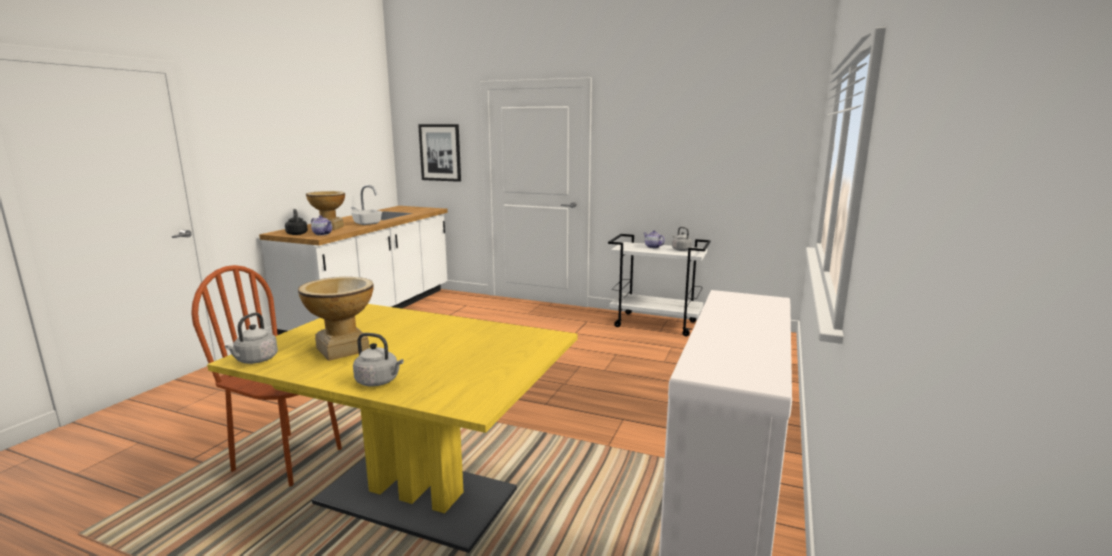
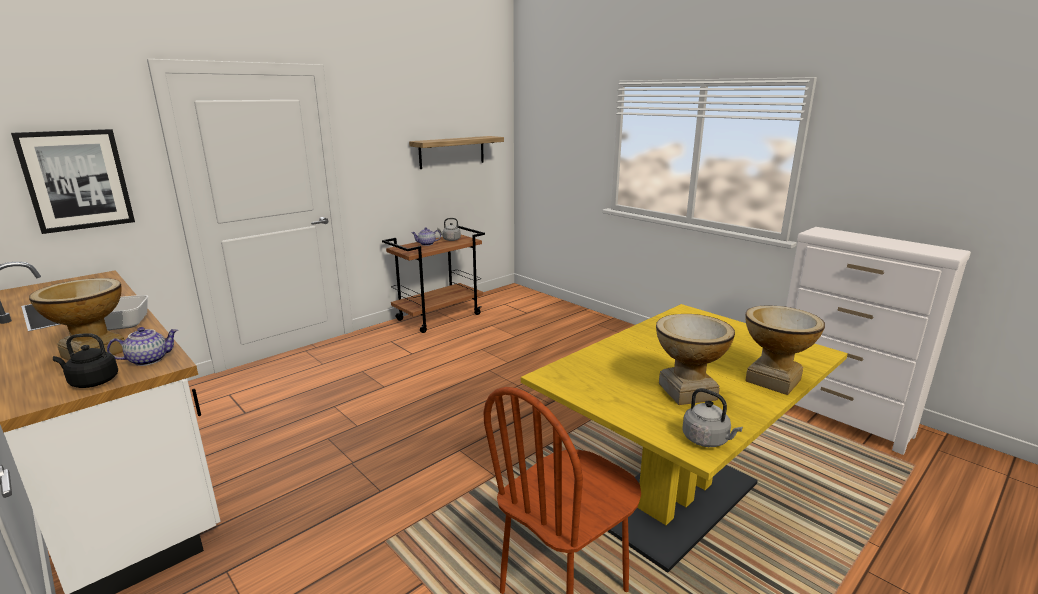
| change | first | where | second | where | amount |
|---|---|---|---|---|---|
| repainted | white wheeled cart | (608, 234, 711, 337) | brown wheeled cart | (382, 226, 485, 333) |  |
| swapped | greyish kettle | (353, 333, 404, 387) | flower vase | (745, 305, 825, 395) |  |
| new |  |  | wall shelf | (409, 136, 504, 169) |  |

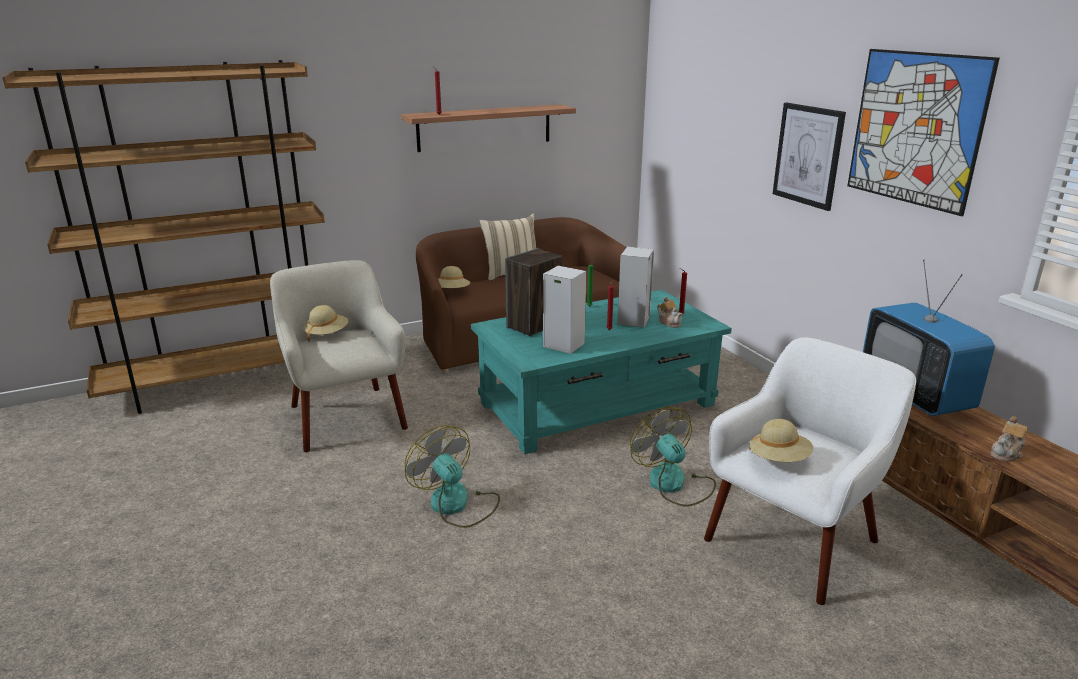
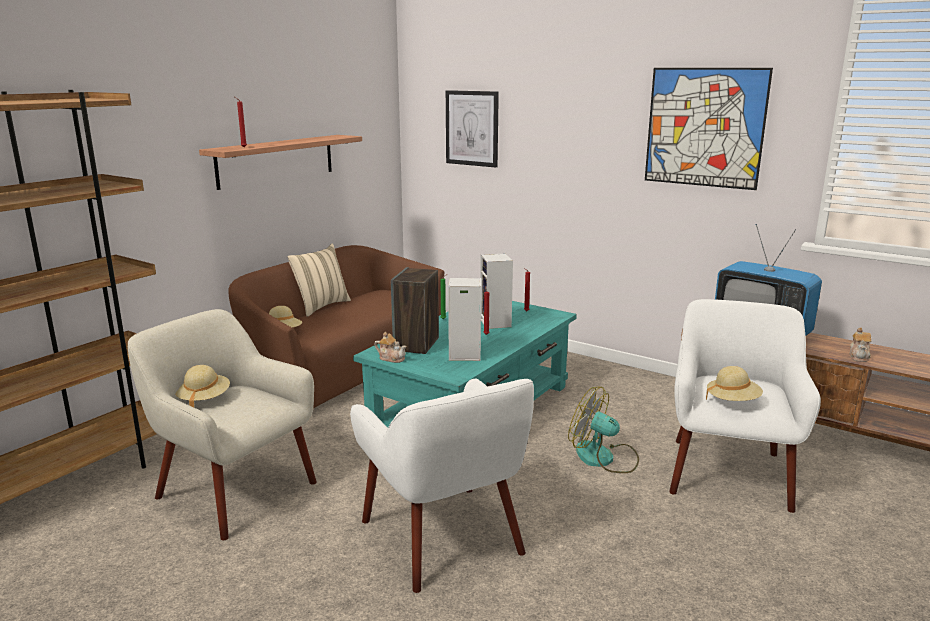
| change | first | where | second | where | amount |
|---|---|---|---|---|---|
| shifted | picture | (773, 103, 846, 211) |  | (446, 90, 499, 168) |  |
| shifted | tea pot | (657, 297, 682, 328) |  | (374, 332, 406, 363) |  |
| swapped | electric fan | (405, 425, 500, 528) | white lounge chair | (350, 379, 534, 593) |  |

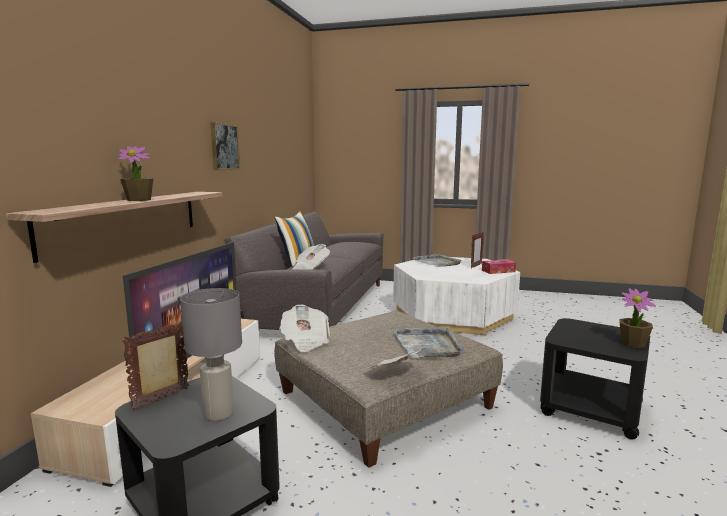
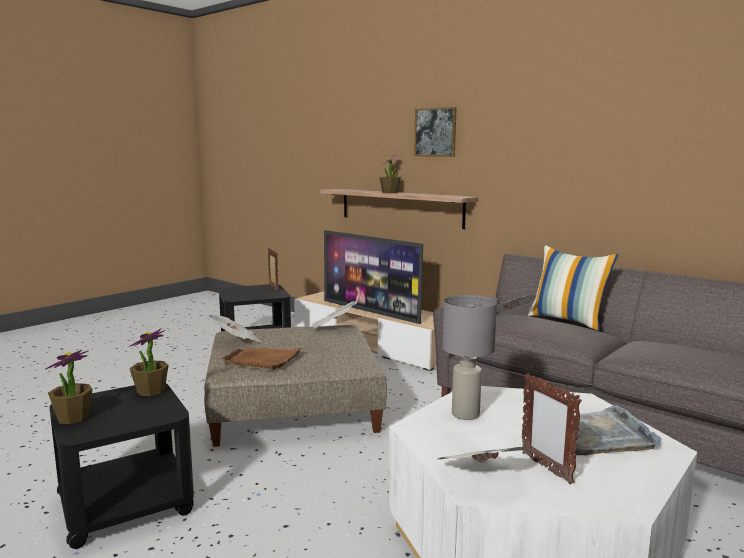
| change | first | where | second | where | amount |
|---|---|---|---|---|---|
| shifted | picture | (211, 122, 240, 170) |  | (414, 107, 457, 157) |  |
| swapped | box of tissues | (482, 259, 516, 274) | printed paper | (438, 447, 528, 463) |  |
| shifted | greyish tabletop lamp | (180, 288, 242, 421) |  | (442, 295, 497, 420) |  |
| repainted | greyish carrying tray | (394, 328, 464, 358) | brown carrying tray | (221, 348, 302, 370) |  |
| new |  |  | houseplant | (129, 329, 168, 396) |  |

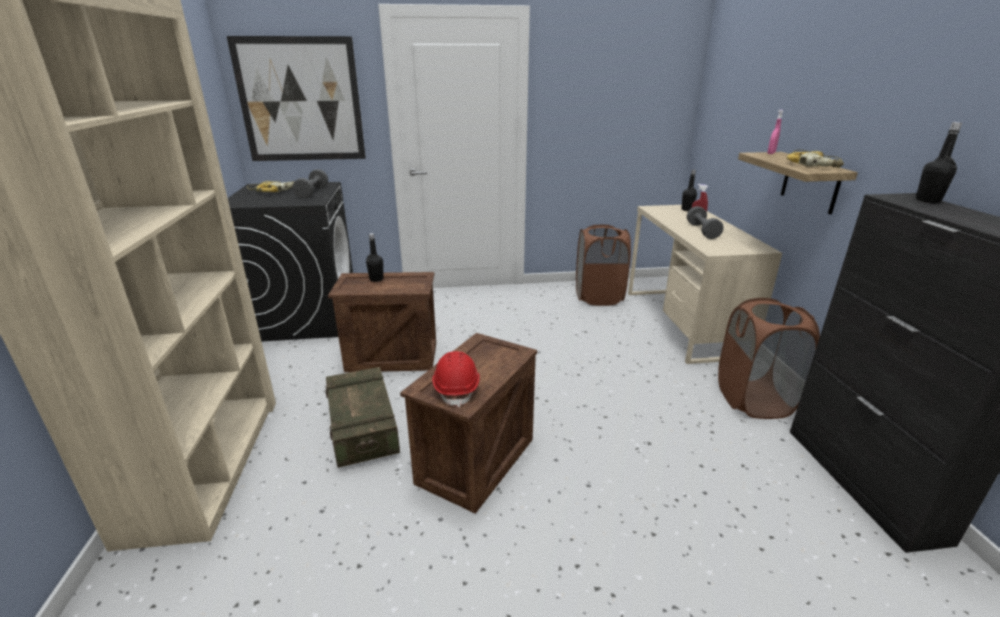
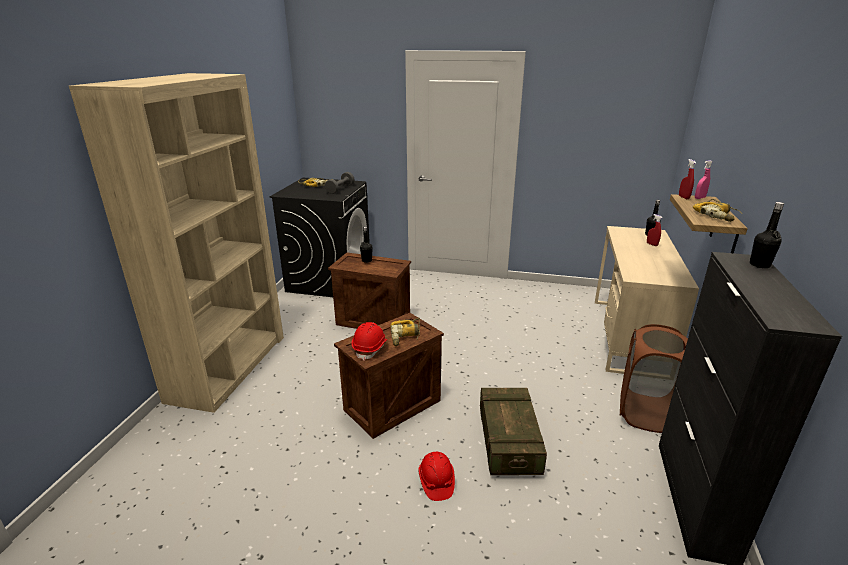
| change | first | where | second | where | amount |
|---|---|---|---|---|---|
| gone | picture | (227, 36, 366, 161) |  |  |  |
| gone | greyish free weight | (687, 206, 724, 239) |  |  |  |
| gone | brown laundry basket | (576, 224, 631, 306) |  |  |  |
| shifted | crate | (325, 367, 400, 468) |  | (480, 388, 547, 475) |  |
| new |  |  | red hand sprayer | (679, 159, 696, 199) |  |
| new |  |  | electric drill | (390, 318, 420, 346) |  |
| new |  |  | red work helmet | (418, 452, 455, 501) |  |

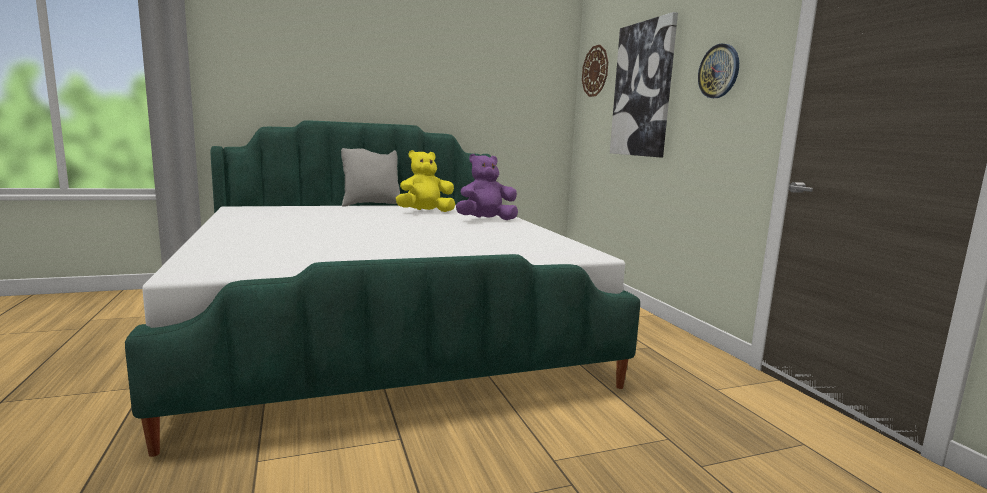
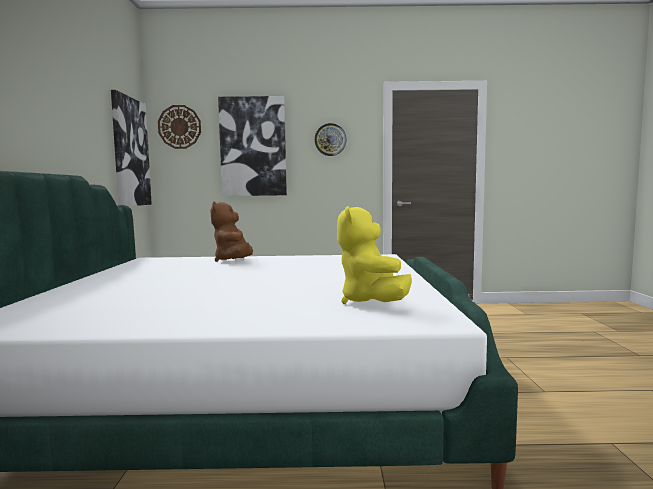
| change | first | where | second | where | amount |
|---|---|---|---|---|---|
| gone | greyish pillow | (341, 148, 400, 207) |  |  |  |
| shifted | yellowish cuddly toy | (396, 150, 455, 212) |  | (337, 206, 412, 304) |  |
| repainted | purplish cuddly toy | (456, 154, 518, 220) | brown cuddly toy | (210, 202, 253, 262) |  |
| new |  |  | picture | (111, 90, 152, 206) |  |

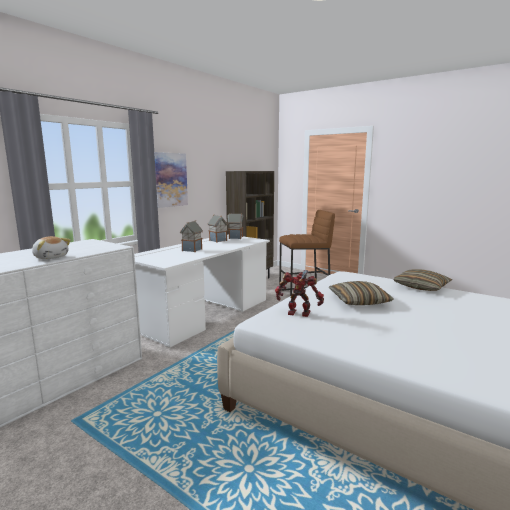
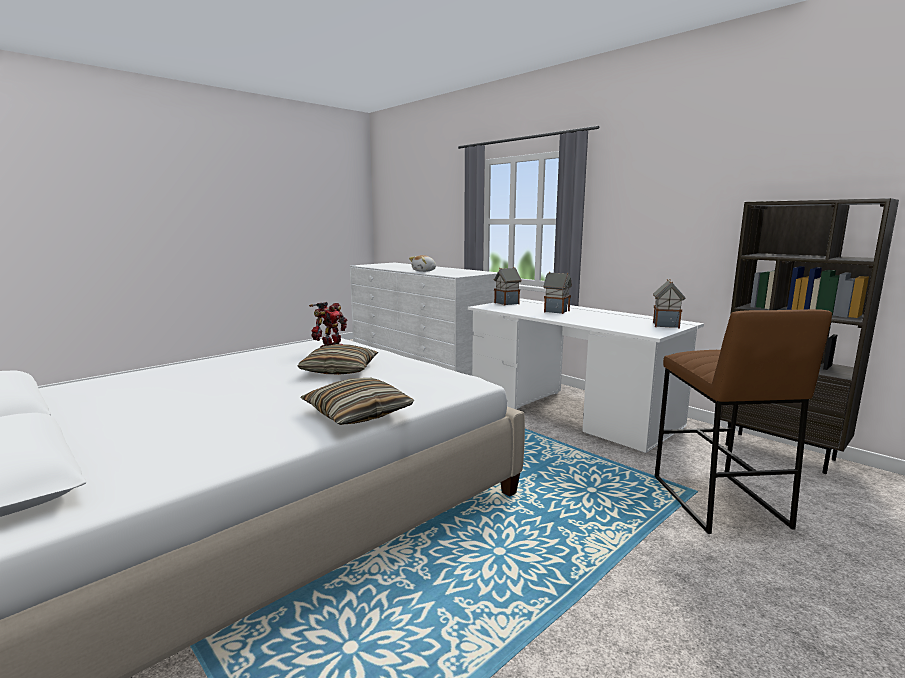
| change | first | where | second | where | amount |
|---|---|---|---|---|---|
| gone | picture | (154, 152, 188, 208) |  |  |  |
| shifted | toy house | (208, 215, 228, 243) |  | (494, 267, 522, 306) |  |

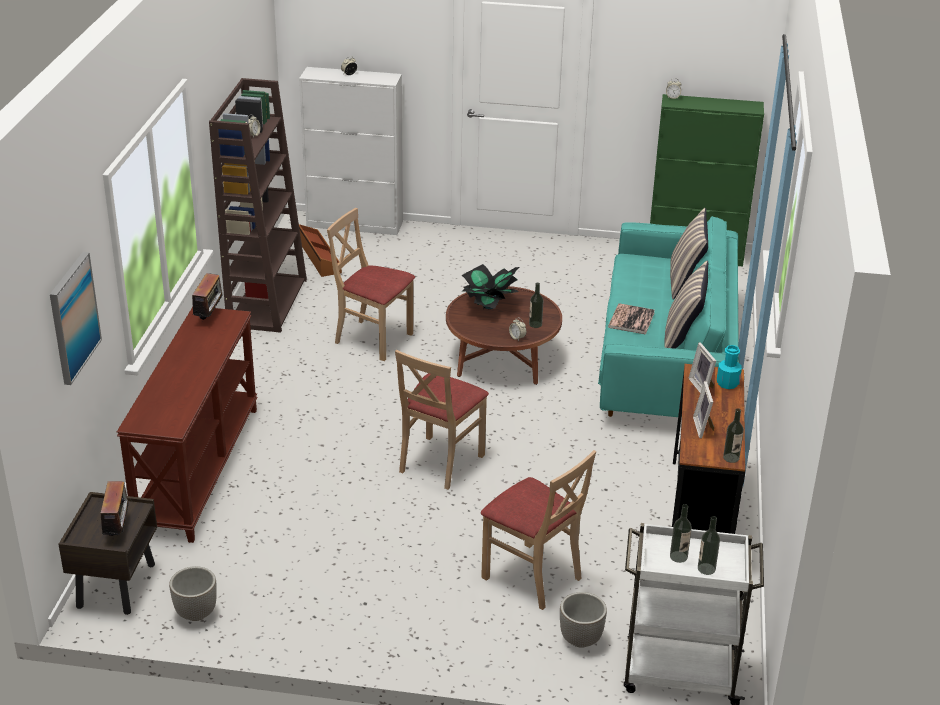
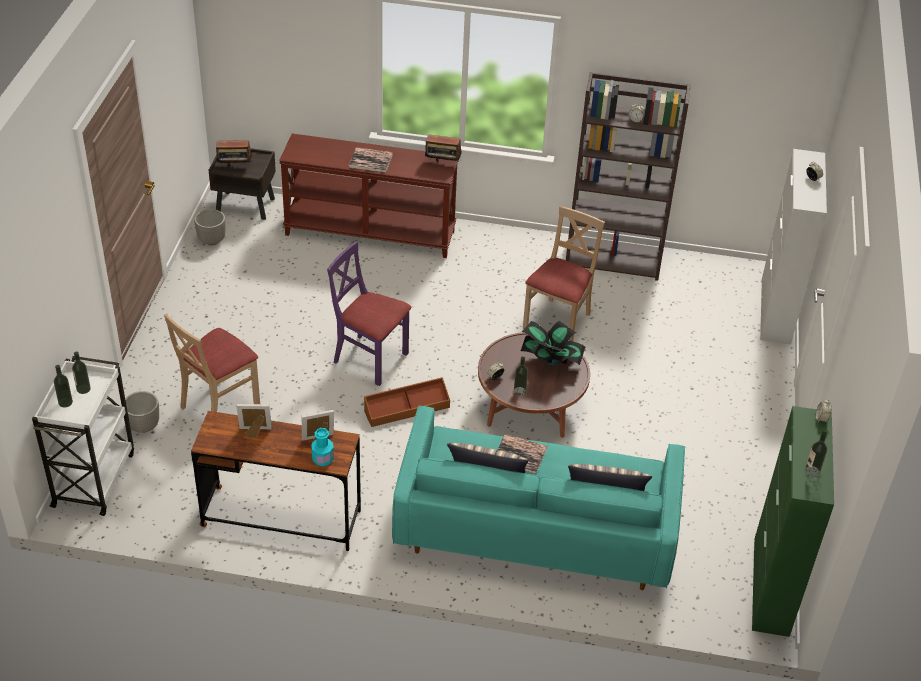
| change | first | where | second | where | amount |
|---|---|---|---|---|---|
| shifted | brown storage bin | (299, 224, 342, 277) |  | (364, 377, 450, 427) |  |
| gone | picture | (50, 252, 102, 385) |  |  |  |
| repainted | sand-coloured chair | (395, 350, 489, 490) | purplish chair | (327, 241, 411, 386) |  |
| shifted | beverage bottle | (723, 408, 744, 463) |  | (805, 431, 827, 477) |  |
| new |  |  | volume | (349, 147, 393, 173) |  |

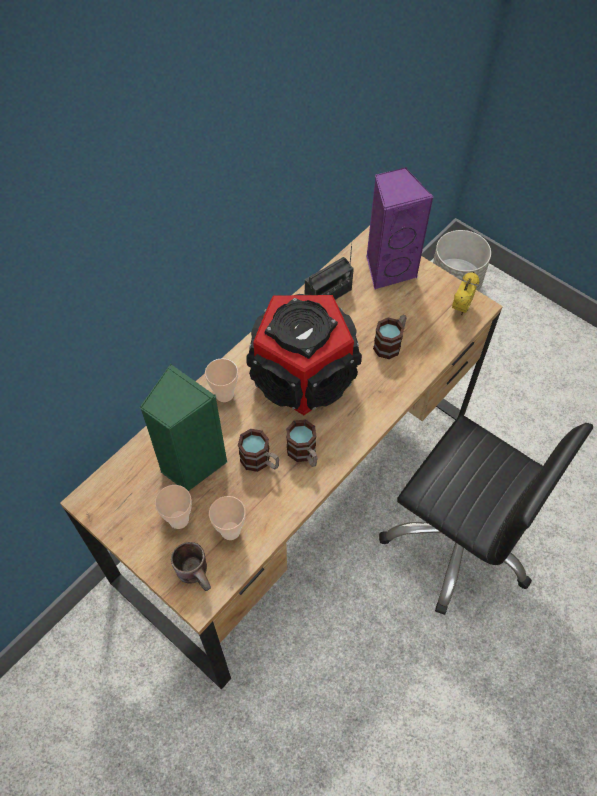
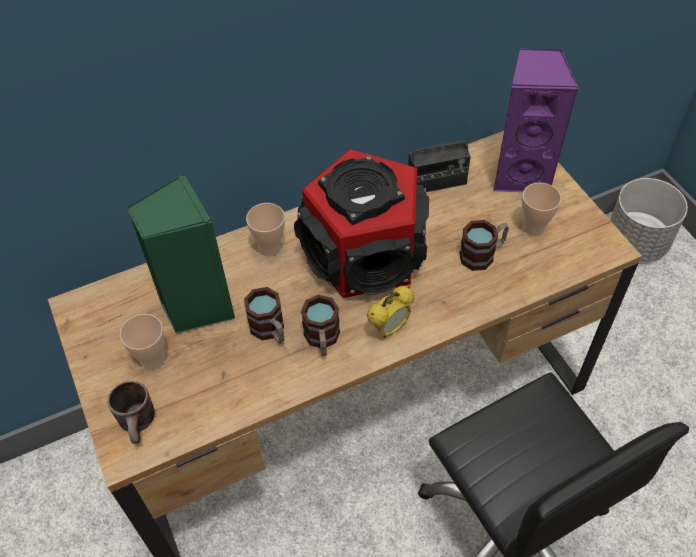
| change | first | where | second | where | amount |
|---|---|---|---|---|---|
| shifted | alarm clock | (452, 272, 479, 316) |  | (367, 286, 414, 338) |  |
| shifted | cup | (209, 496, 246, 540) |  | (522, 183, 562, 236) |  |

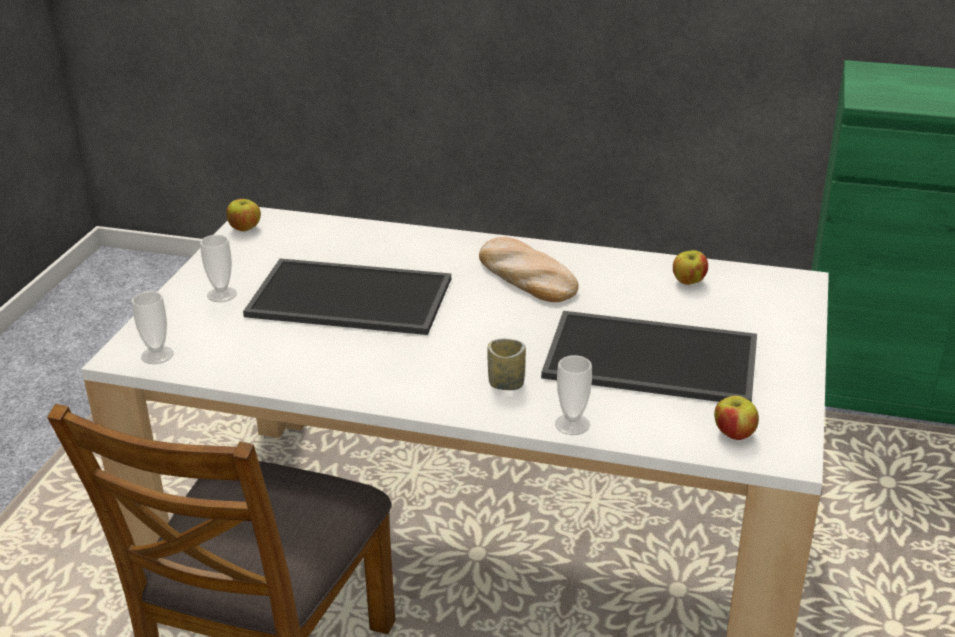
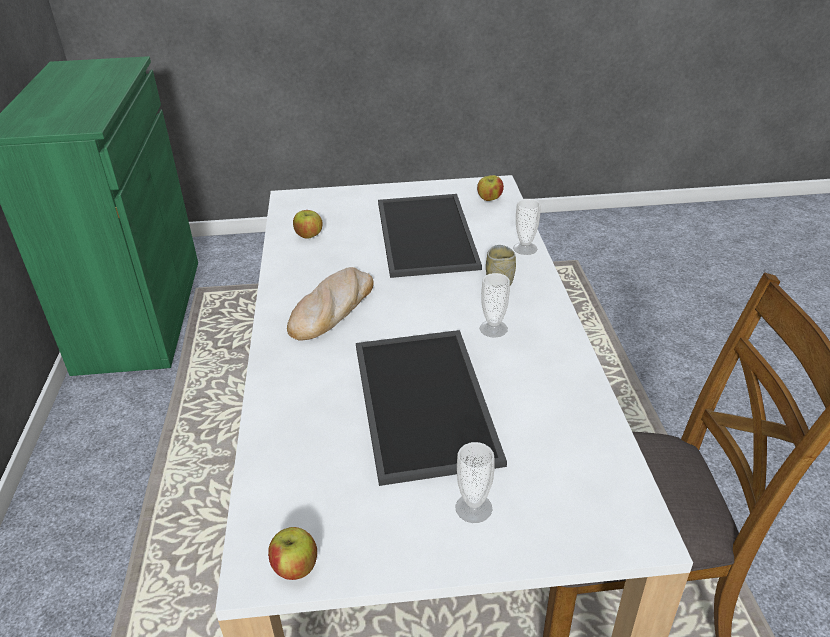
| change | first | where | second | where | amount |
|---|---|---|---|---|---|
| shifted | cup | (132, 291, 174, 364) |  | (480, 273, 510, 338) |  |

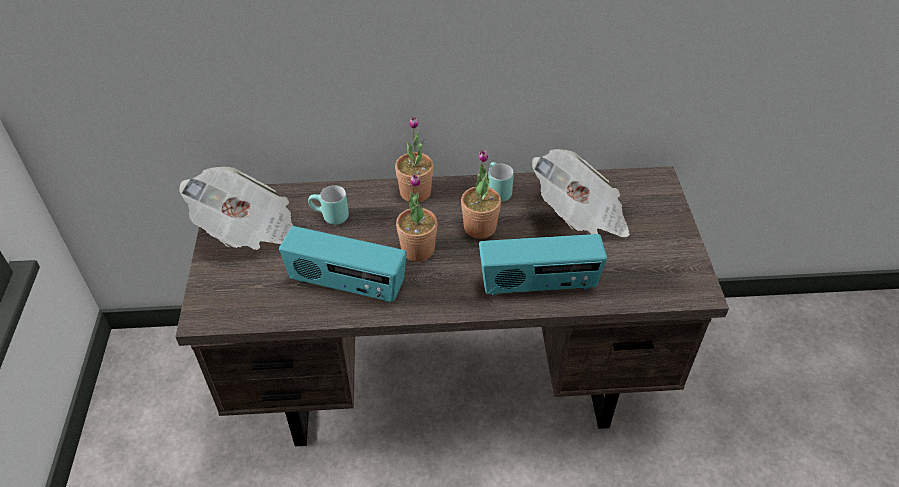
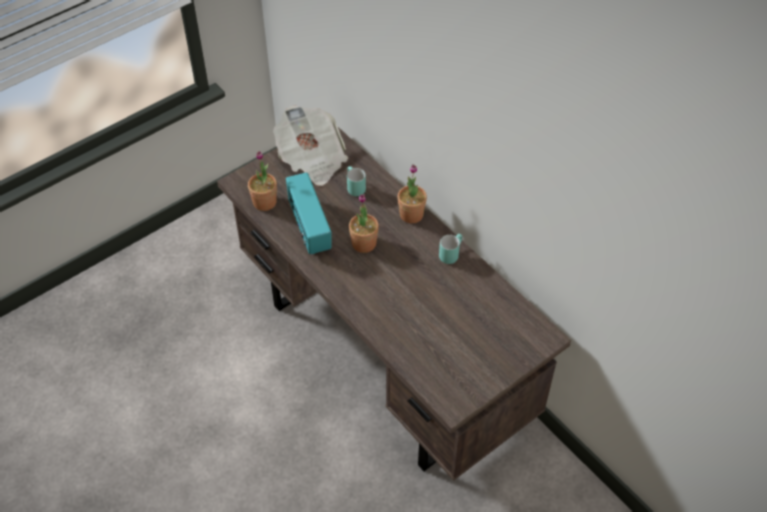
| change | first | where | second | where | amount |
|---|---|---|---|---|---|
| gone | printed paper | (532, 149, 630, 237) |  |  |  |
| shifted | houseplant | (461, 150, 501, 239) |  | (248, 151, 277, 211) |  |
| gone | radio receiver | (479, 234, 607, 296) |  |  |  |

